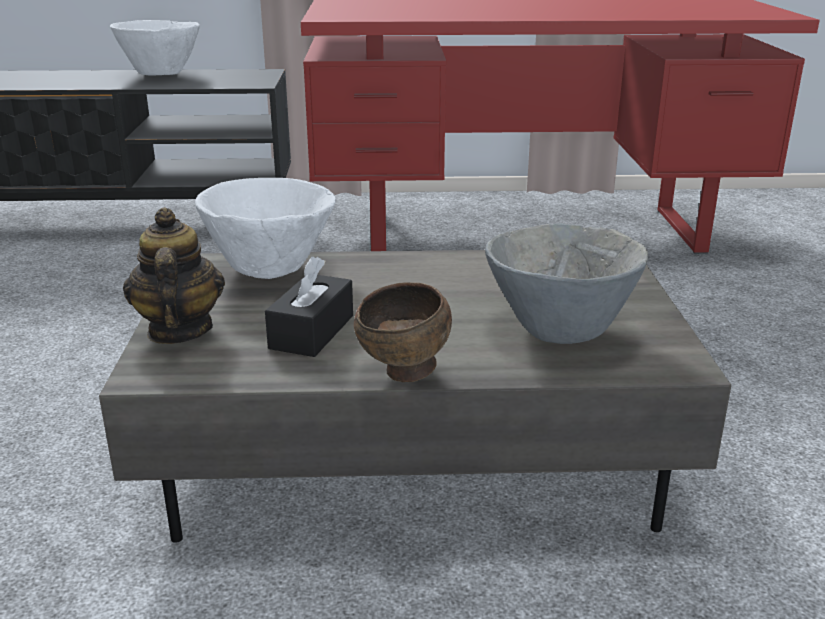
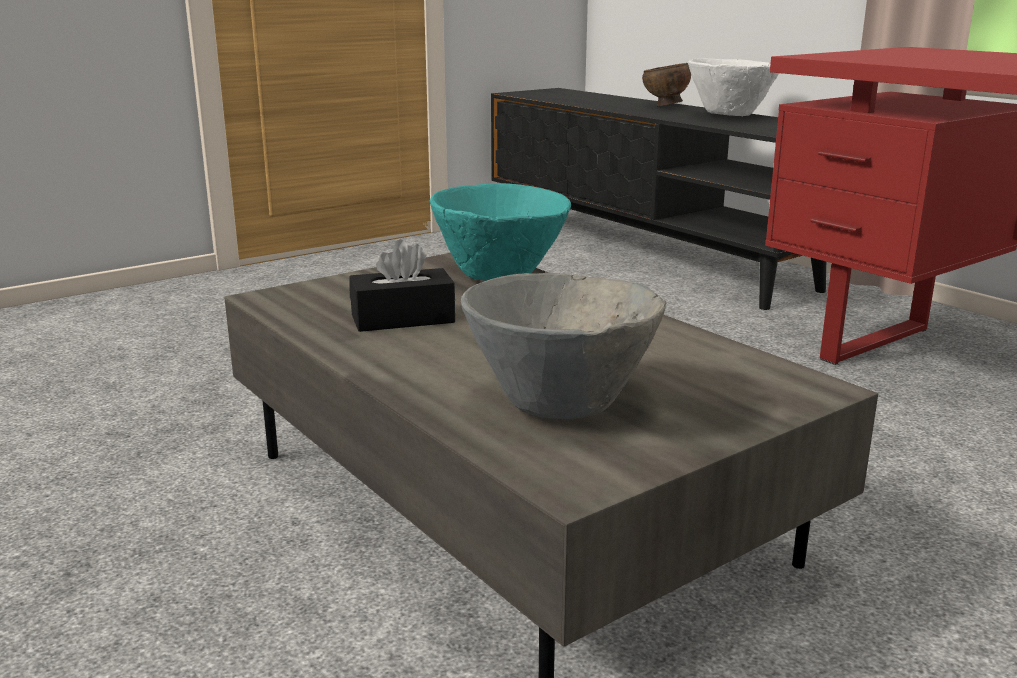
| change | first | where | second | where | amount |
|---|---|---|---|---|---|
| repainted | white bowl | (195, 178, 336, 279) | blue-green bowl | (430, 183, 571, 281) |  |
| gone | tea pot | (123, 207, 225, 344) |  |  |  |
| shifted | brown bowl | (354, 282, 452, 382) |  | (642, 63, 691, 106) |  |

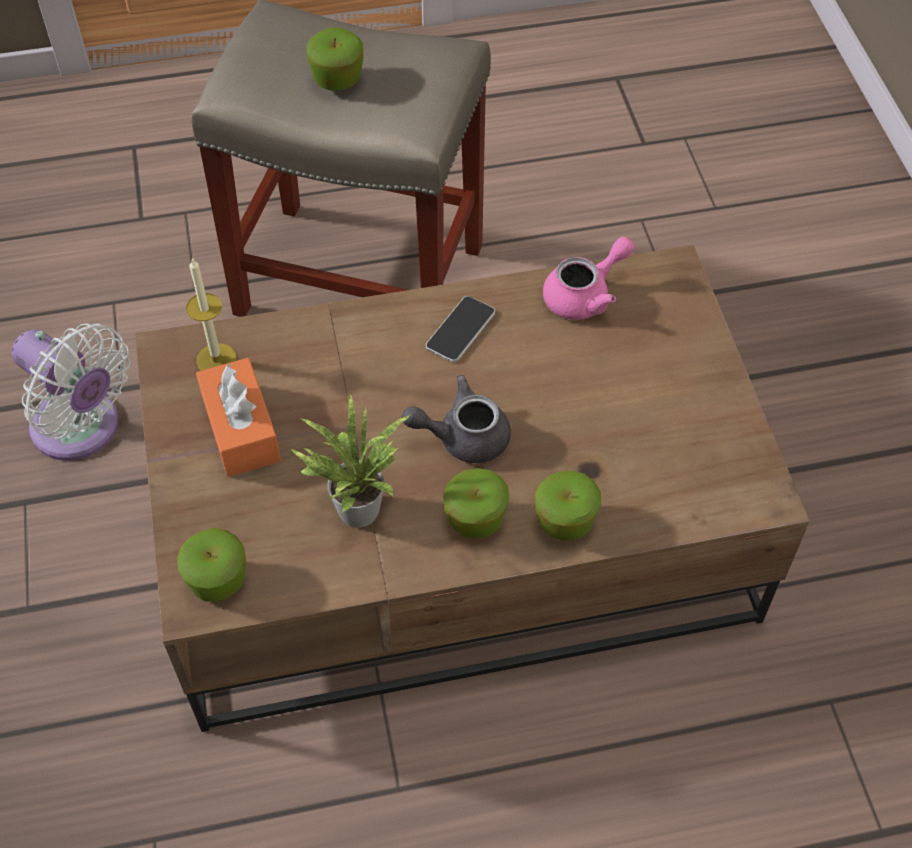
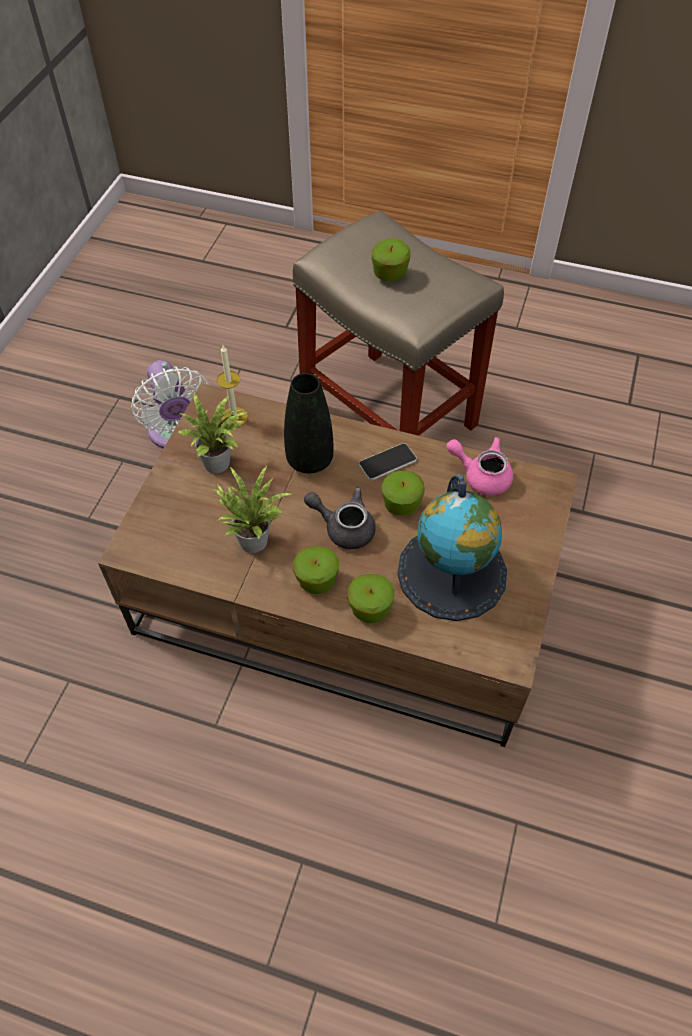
| change | first | where | second | where | amount |
|---|---|---|---|---|---|
| rotated | pink-coloured tea pot | (543, 237, 634, 320) |  | (446, 437, 513, 495) | 150 degrees counterclockwise |
| swapped | orange box of tissues | (196, 358, 281, 477) | houseplant | (178, 392, 247, 473) |  |
| shifted | apple fruit | (177, 528, 246, 602) |  | (382, 470, 425, 516) |  |
| new |  |  | blackish flower vase | (284, 373, 333, 473) |  |
| new |  |  | world globe | (397, 474, 507, 621) |  |

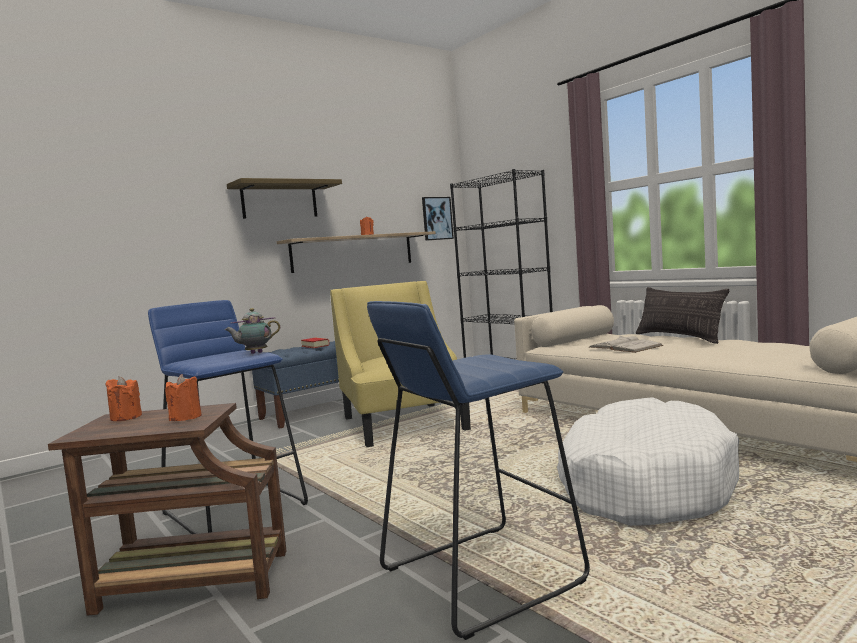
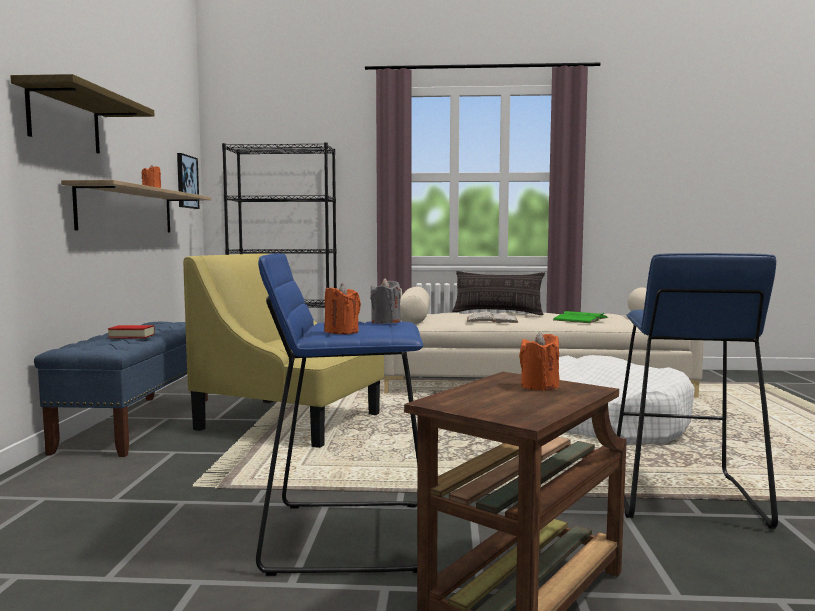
| change | first | where | second | where | amount |
|---|---|---|---|---|---|
| swapped | tea pot | (225, 308, 280, 354) | greyish candle | (370, 278, 401, 324) |  |
| shifted | orange candle | (105, 376, 142, 421) |  | (324, 283, 361, 334) |  |
| new |  |  | green-coloured volume | (553, 311, 608, 323) |  |

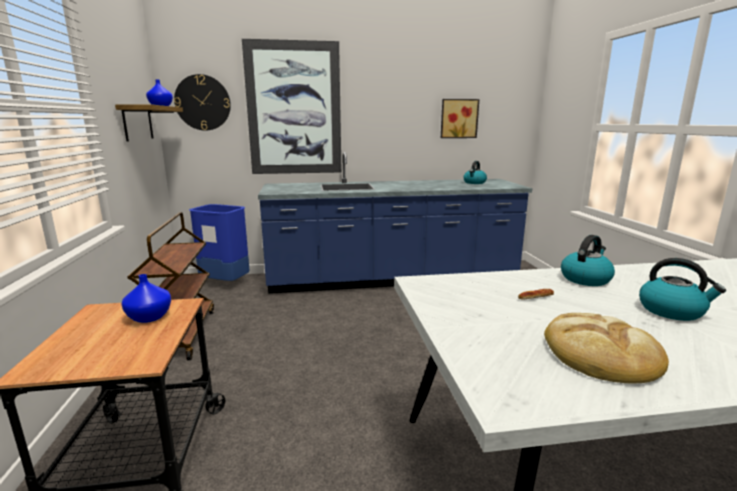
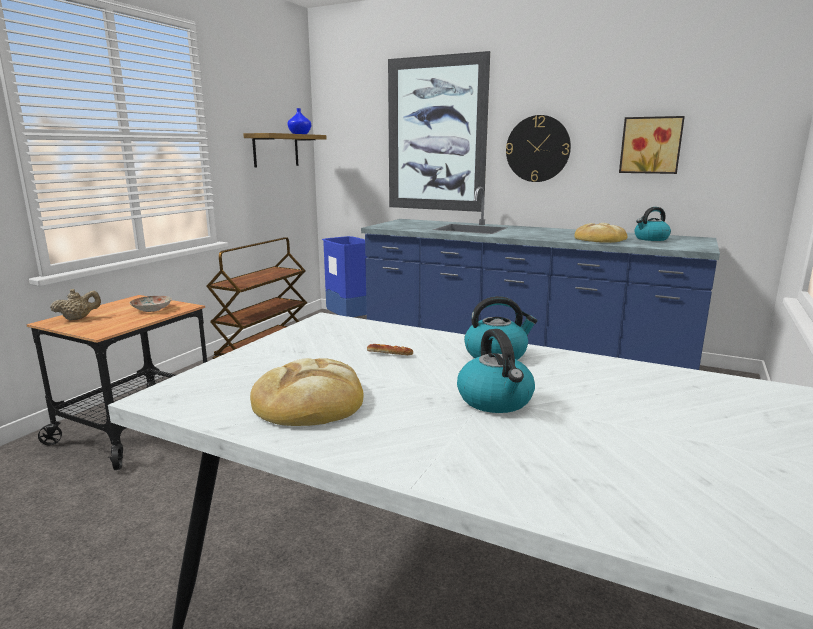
| change | first | where | second | where | amount |
|---|---|---|---|---|---|
| shifted | hanging clock | (174, 74, 231, 131) |  | (506, 115, 571, 182) |  |
| swapped | blue-coloured flower vase | (121, 274, 171, 323) | dinner plate | (130, 296, 172, 312) |  |
| new |  |  | bakery bread | (574, 223, 628, 243) |  |
| new |  |  | sand-coloured tea pot | (50, 289, 101, 321) |  |

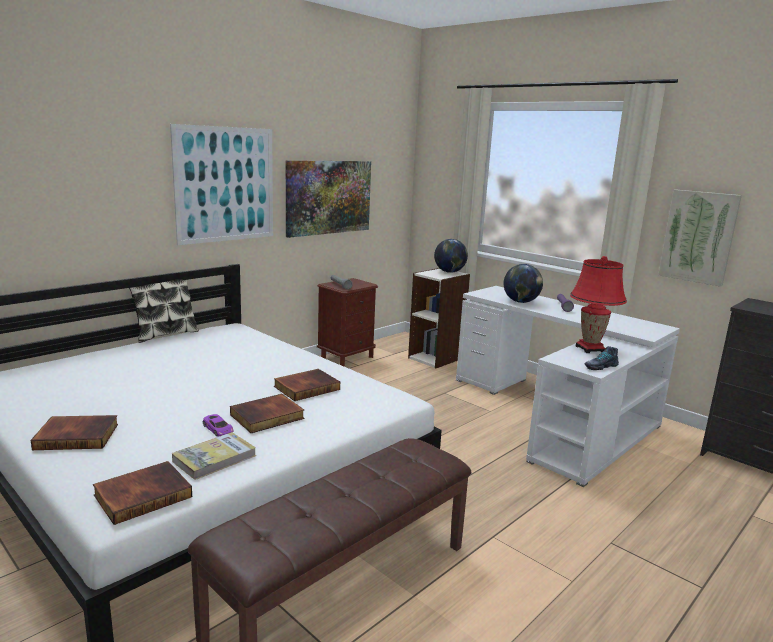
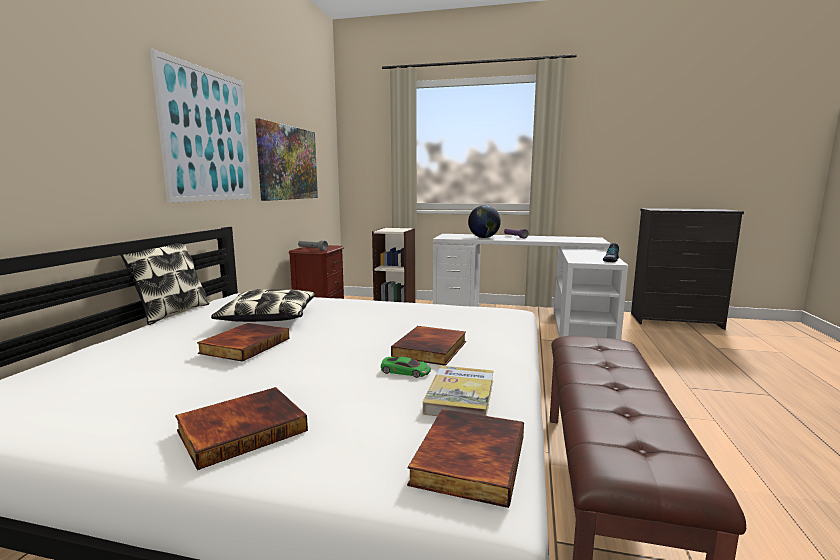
| change | first | where | second | where | amount |
|---|---|---|---|---|---|
| gone | picture | (658, 189, 742, 287) |  |  |  |
| gone | world globe | (434, 239, 468, 273) |  |  |  |
| gone | red tabletop lamp | (570, 256, 627, 353) |  |  |  |
| shifted | volume | (274, 369, 340, 401) |  | (197, 323, 290, 362) |  |
| repainted | purplish miniature car | (203, 414, 233, 436) | green-coloured miniature car | (381, 357, 431, 378) |  |
| new |  |  | pillow | (211, 289, 315, 322) |  |

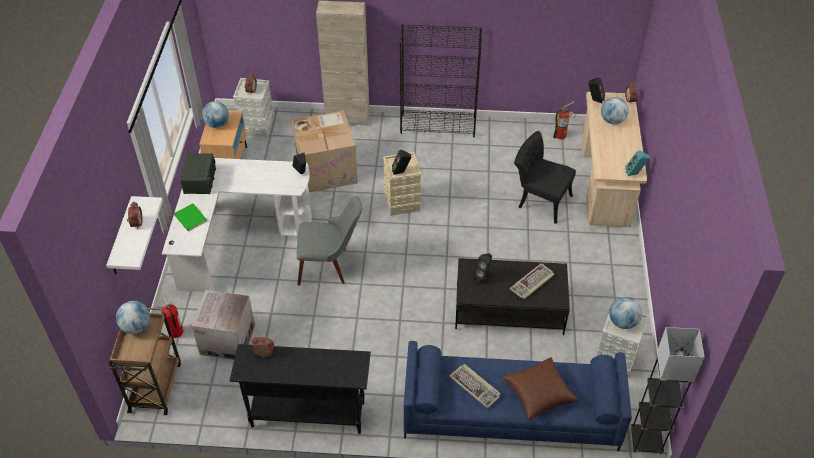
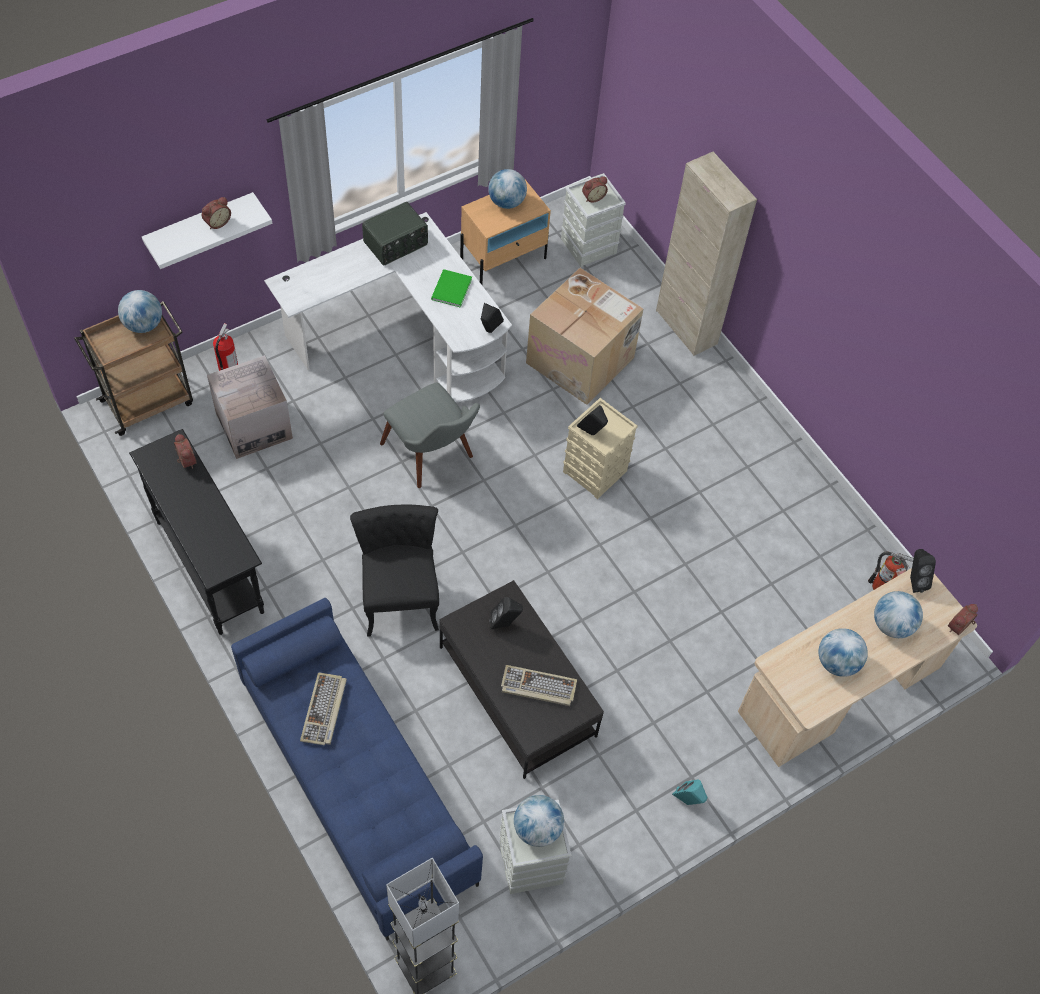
| change | first | where | second | where | amount |
|---|---|---|---|---|---|
| gone | blackish bookcase | (399, 24, 482, 137) |  |  |  |
| shifted | blackish chair | (514, 131, 576, 224) |  | (350, 504, 439, 636) |  |
| shifted | blue-green loudspeaker | (625, 150, 649, 176) |  | (672, 779, 707, 805) |  |
| shifted | green-coloured volume | (174, 203, 207, 231) |  | (431, 269, 472, 308) |  |
| gone | brown pillow | (502, 357, 579, 420) |  |  |  |
| new |  |  | world globe | (819, 628, 868, 677) |  |

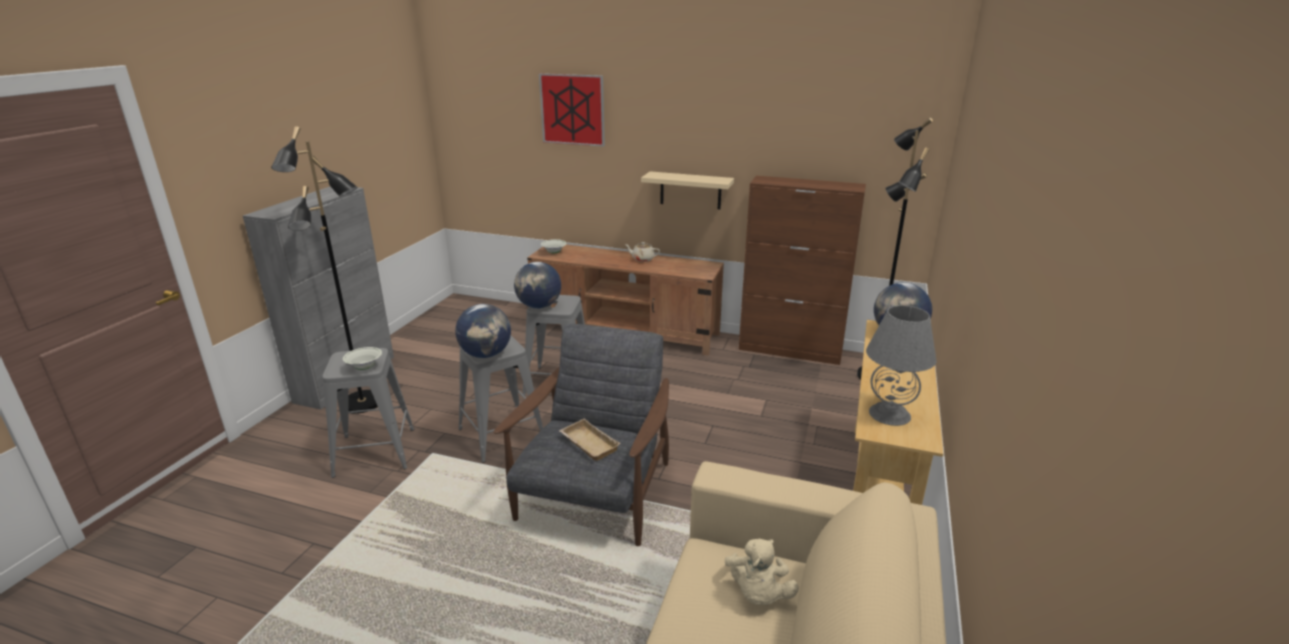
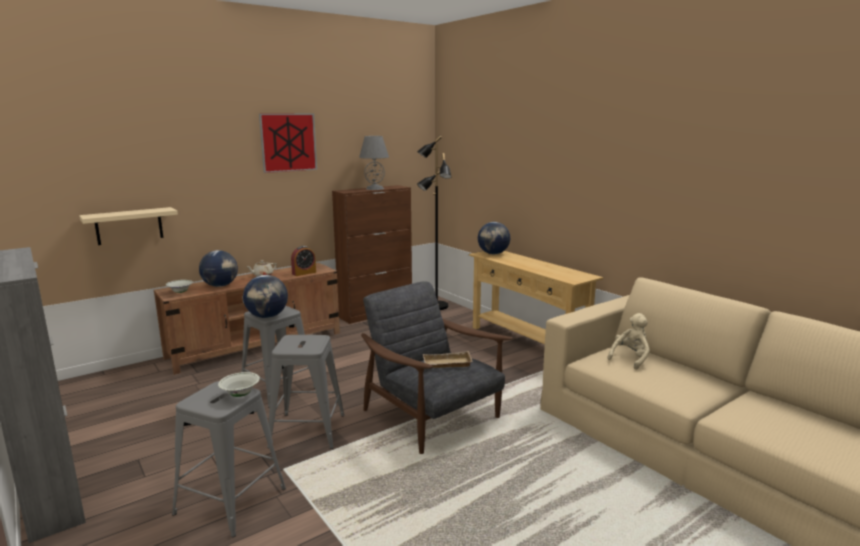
| change | first | where | second | where | amount |
|---|---|---|---|---|---|
| shifted | picture | (539, 73, 605, 147) |  | (259, 114, 317, 173) |  |
| gone | blackish standing lamp | (271, 126, 378, 414) |  |  |  |
| shifted | sand-coloured wall shelf | (641, 171, 734, 209) |  | (79, 207, 178, 245) |  |
| shifted | world globe | (455, 304, 511, 358) |  | (199, 250, 238, 287) |  |
| shifted | greyish tabletop lamp | (866, 305, 936, 426) |  | (359, 136, 389, 190) |  |
| rotated | sand-coloured cuddly toy | (725, 539, 799, 605) |  | (607, 313, 650, 370) | 90 degrees counterclockwise |
| new |  |  | alarm clock | (291, 246, 316, 276) |  |

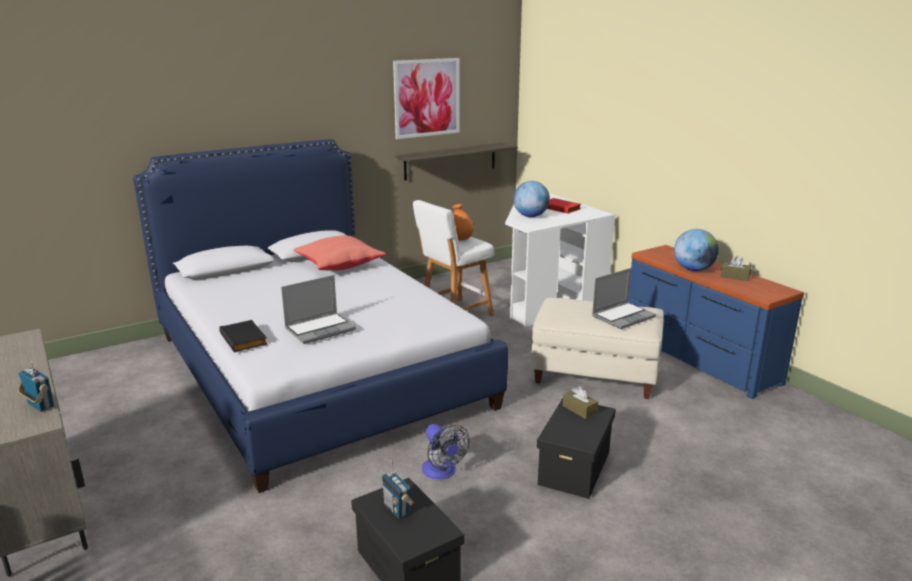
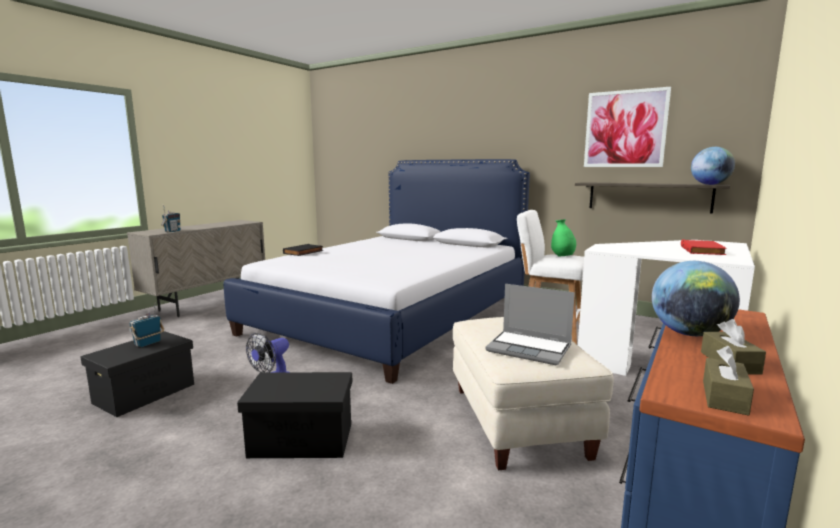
| change | first | where | second | where | amount |
|---|---|---|---|---|---|
| shifted | world globe | (513, 181, 550, 217) |  | (691, 147, 735, 185) |  |
| repainted | orange flower vase | (452, 204, 474, 241) | green-coloured flower vase | (551, 219, 576, 257) |  |
| gone | red pillow | (294, 235, 386, 270) |  |  |  |
| gone | laptop | (281, 275, 356, 344) |  |  |  |
| shifted | brown box of tissues | (563, 386, 598, 419) |  | (703, 346, 754, 416) |  |

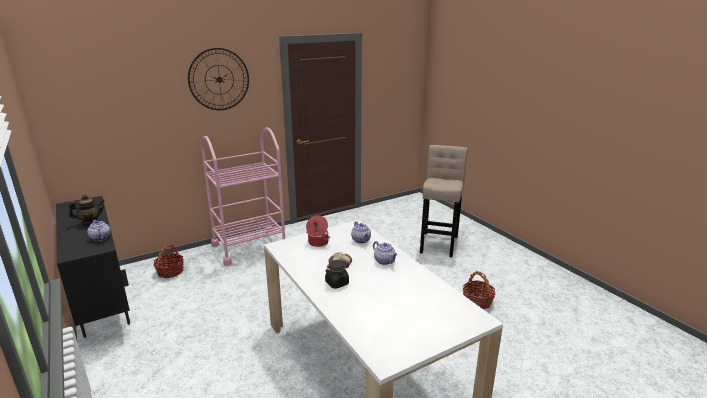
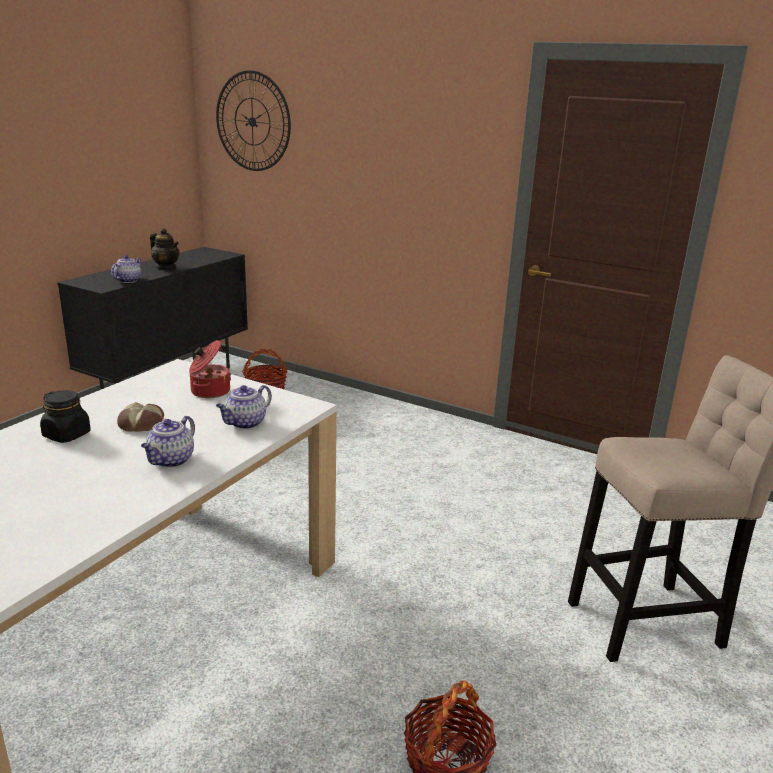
| change | first | where | second | where | amount |
|---|---|---|---|---|---|
| shifted | hanging clock | (188, 48, 249, 110) |  | (216, 70, 291, 171) |  |
| gone | pink-coloured wheeled cart | (201, 127, 285, 266) |  |  |  |

